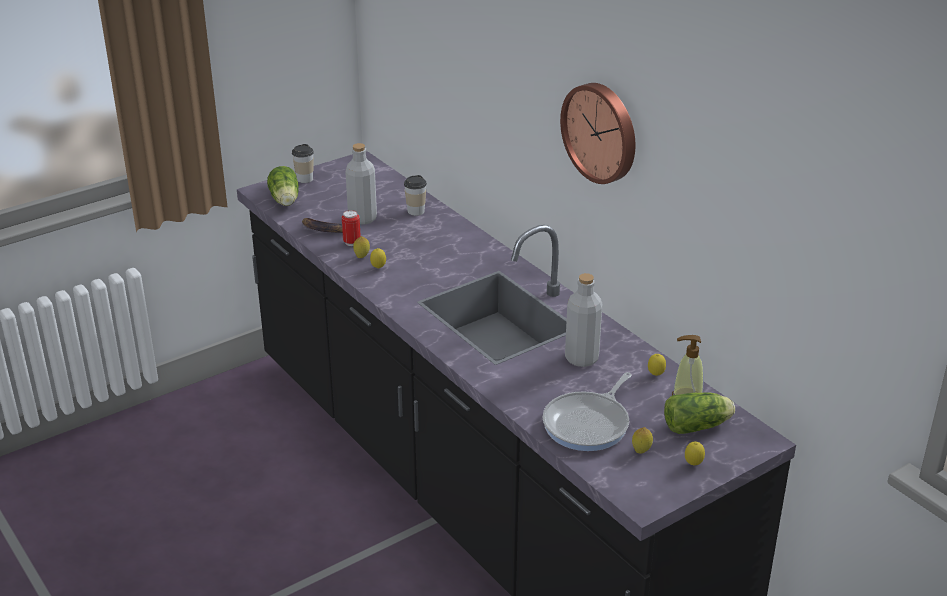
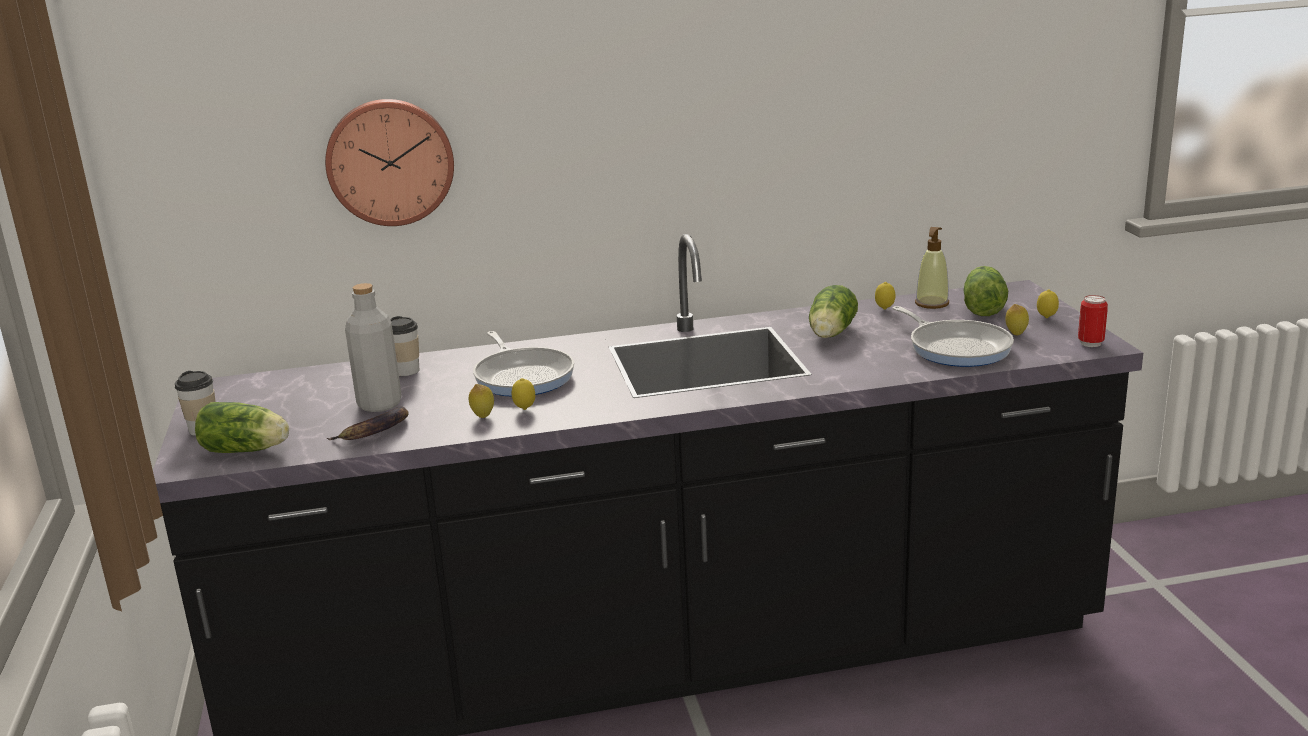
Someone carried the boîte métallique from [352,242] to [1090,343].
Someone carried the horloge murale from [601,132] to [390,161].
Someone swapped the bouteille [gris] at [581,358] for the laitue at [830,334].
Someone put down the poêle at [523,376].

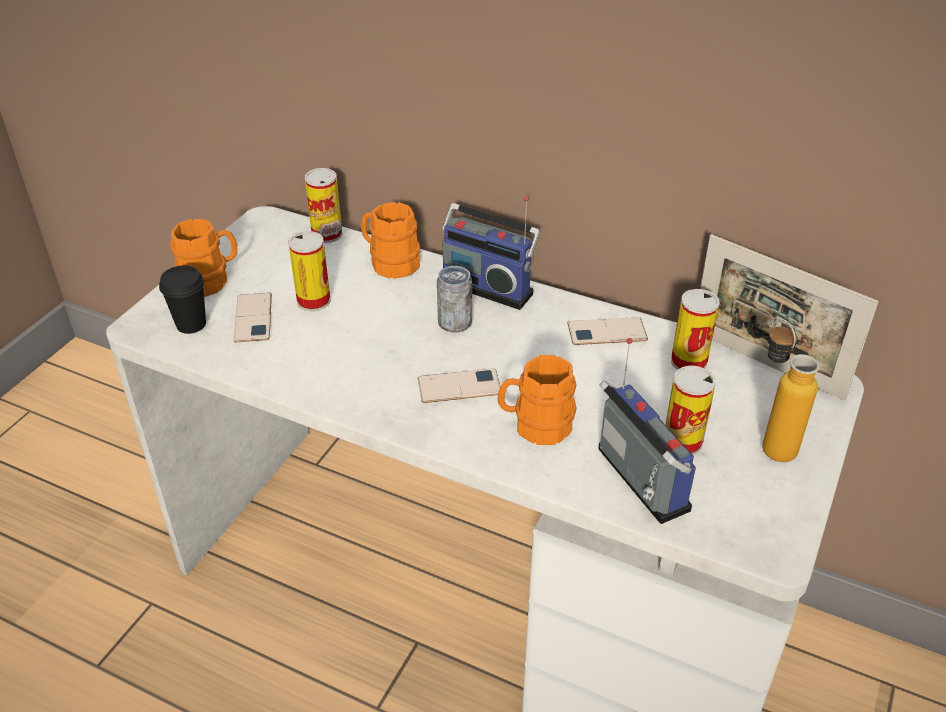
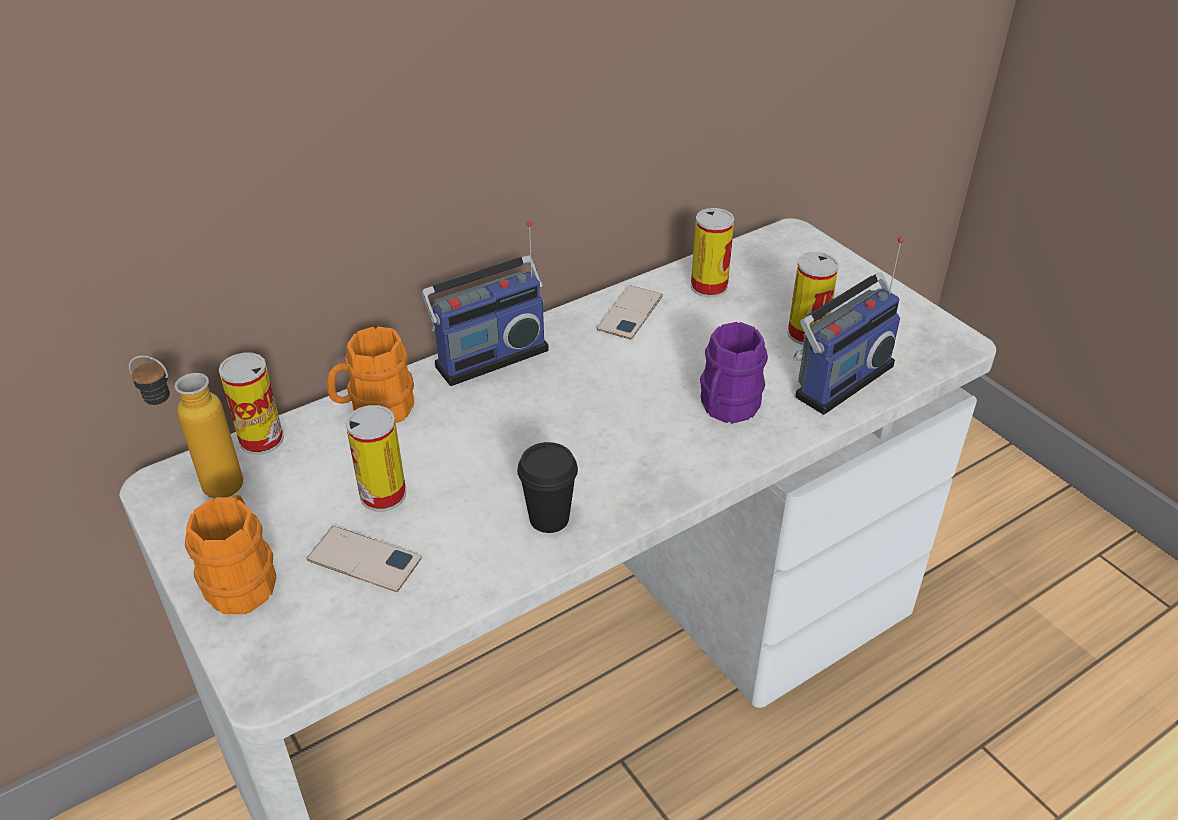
Someone carried the tasse [noir] from [191,324] to [549,518].
Someone took away the téléphone at [459,386].
Someone took away the boîte métallique at [455,323].
Someone repainted the mug [orange] at [535,425], which became the mug [violet] at [726,408].
Someone rotated the radio at [637,482] by 135 degrees clockwise.
Someone took away the cadre photo at [765,364].
Someone carried the bouteille from [769,441] to [206,485].

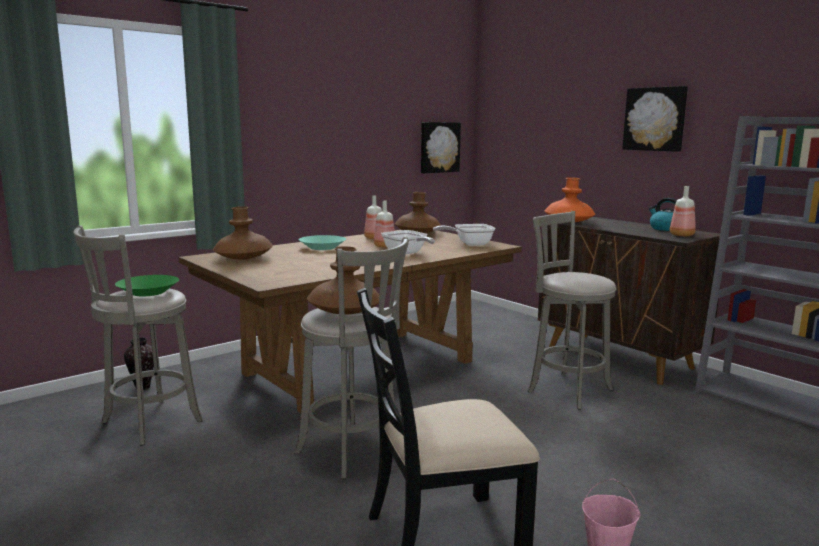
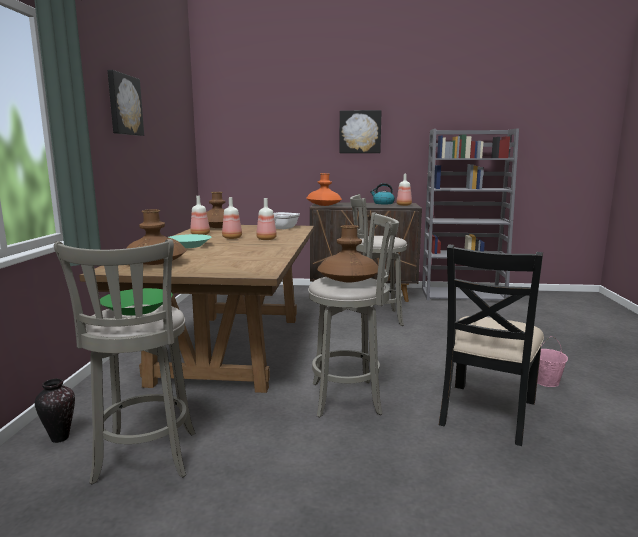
Someone swapped the poêle at [406,253] for the bouteille at [267,239].
Someone carried the tableau from [439,147] to [124,105].

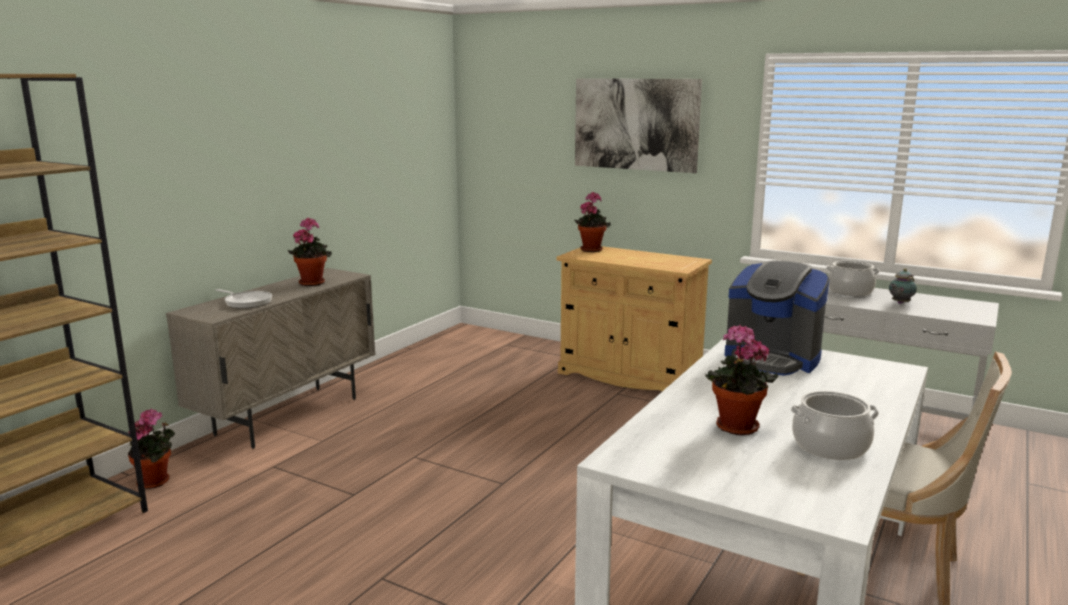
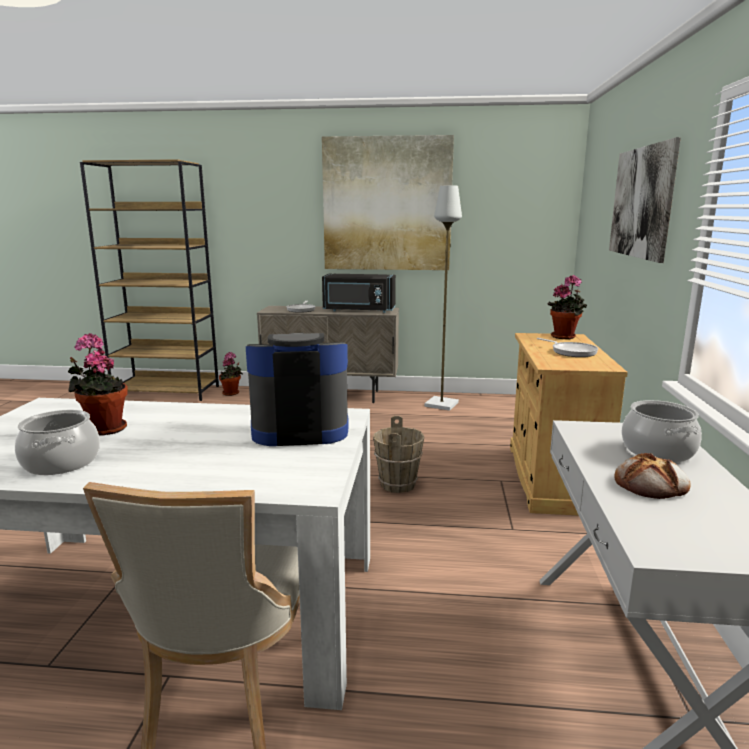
Someone swapped the plante en pot at [312,282] for the micro-ondes [noir] at [358,310].
Someone rotated the machine à café at [772,359] by 75 degrees clockwise.
Someone swapped the théière at [899,303] for the pain at [651,484].
Someone put up the tableau at [387,204].
Someone put down the seau [marron] at [398,485].
Someone put down the lampadaire [gris] at [442,404].
Someone put down the poêle at [571,352].

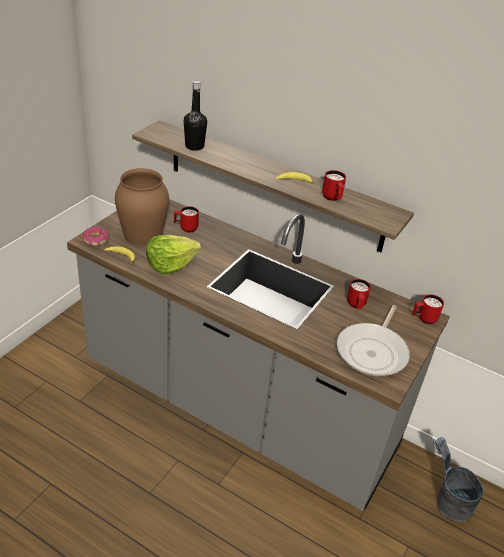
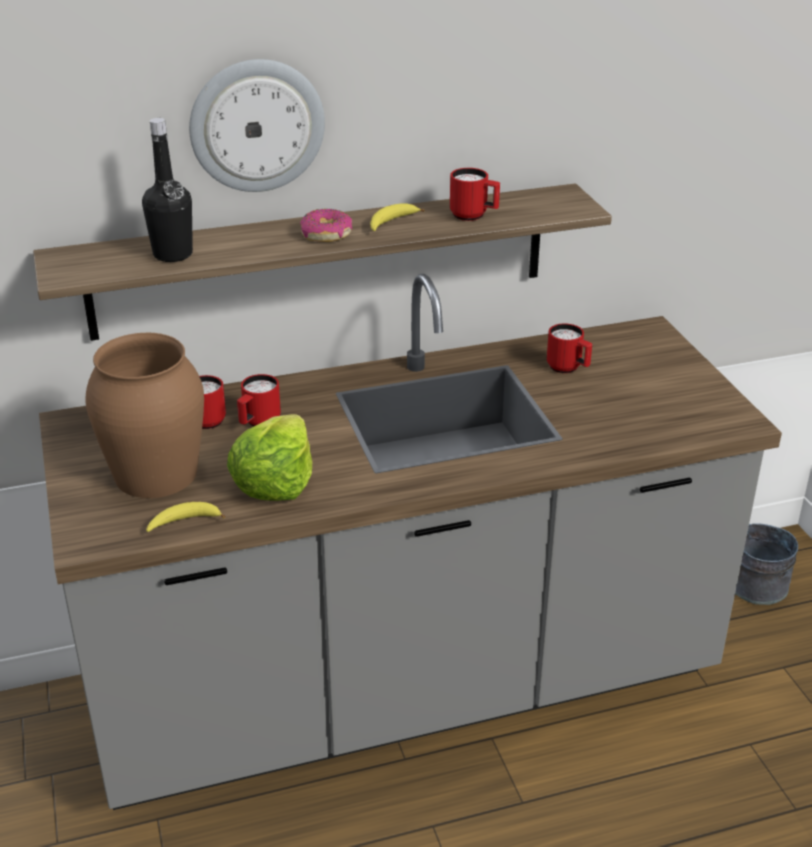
Someone carried the beignet from [95,240] to [327,234].
Someone took away the poêle at [373,351].
Someone carried the mug [rouge] from [424,319] to [258,423].
Someone put up the horloge murale at [257,125].

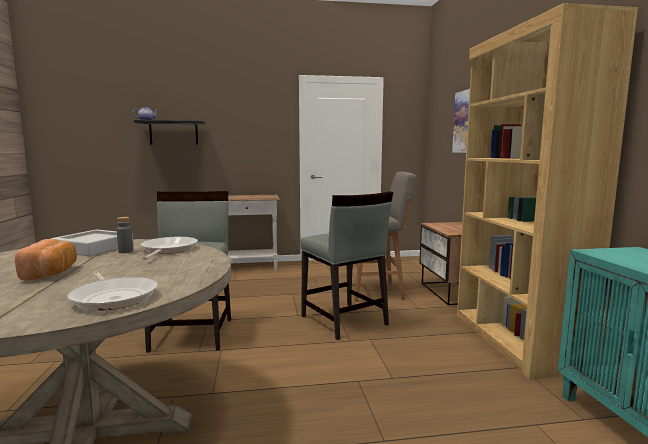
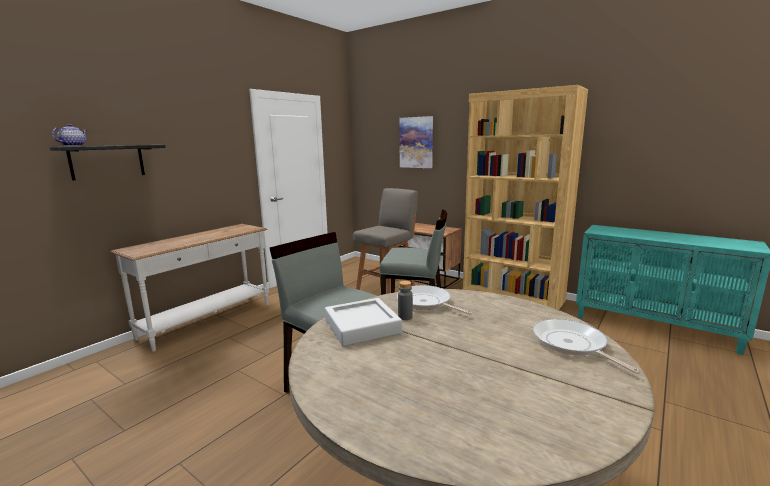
Someone took away the pain at [52,273].
Someone rotated the poêle at [114,297] by 120 degrees counterclockwise.

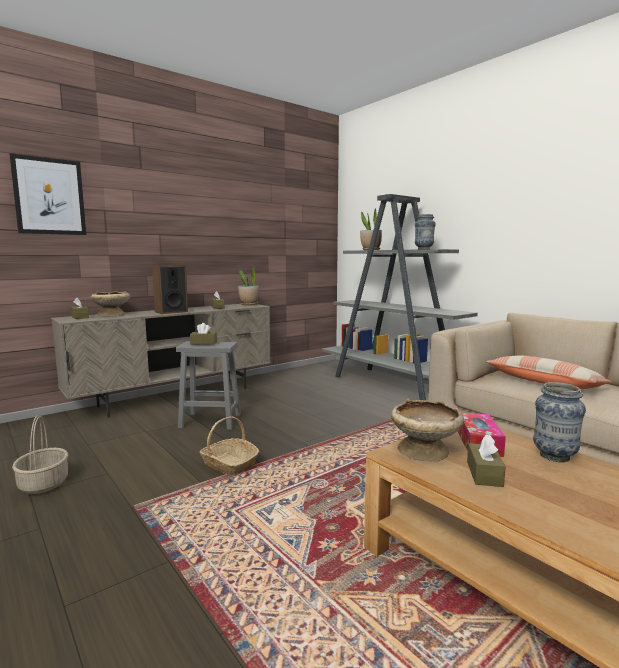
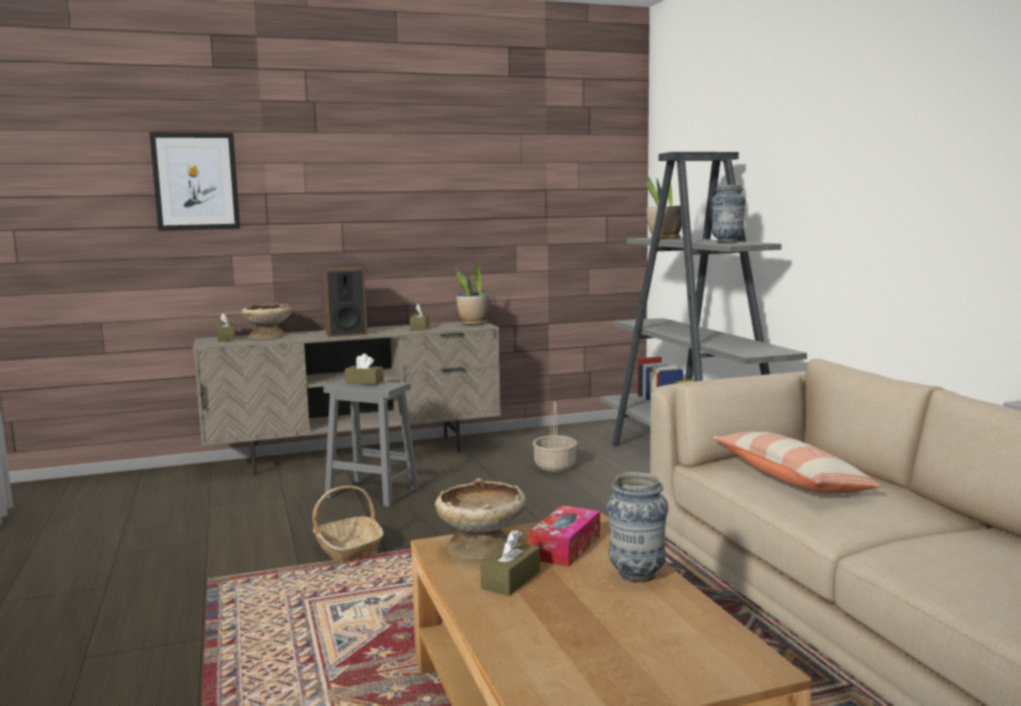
Someone carried the panier from [43,484] to [554,466].

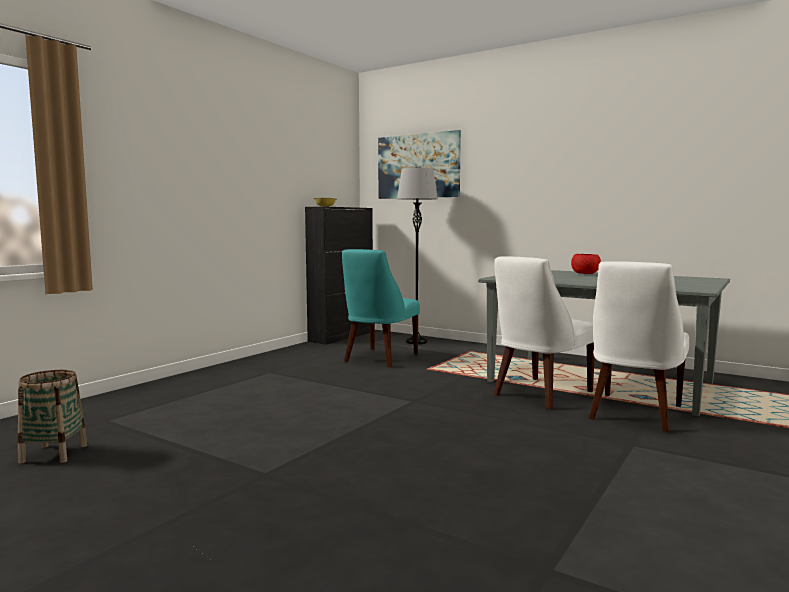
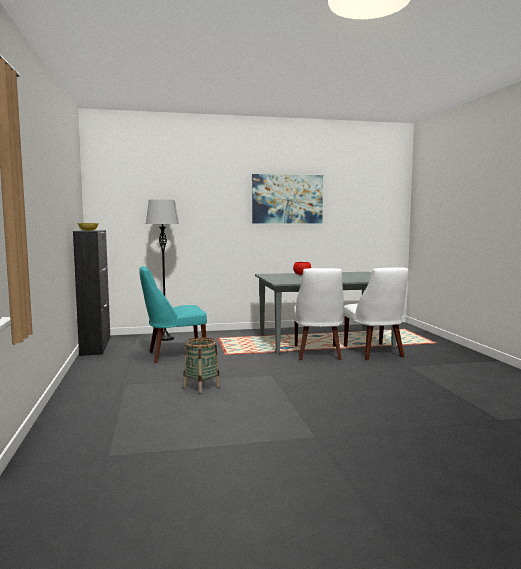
Someone carried the panier from [54,453] to [201,387].
Someone rotated the chaise [turquoise] at [379,358] by 90 degrees clockwise.
Someone carried the tableau from [418,166] to [287,199].

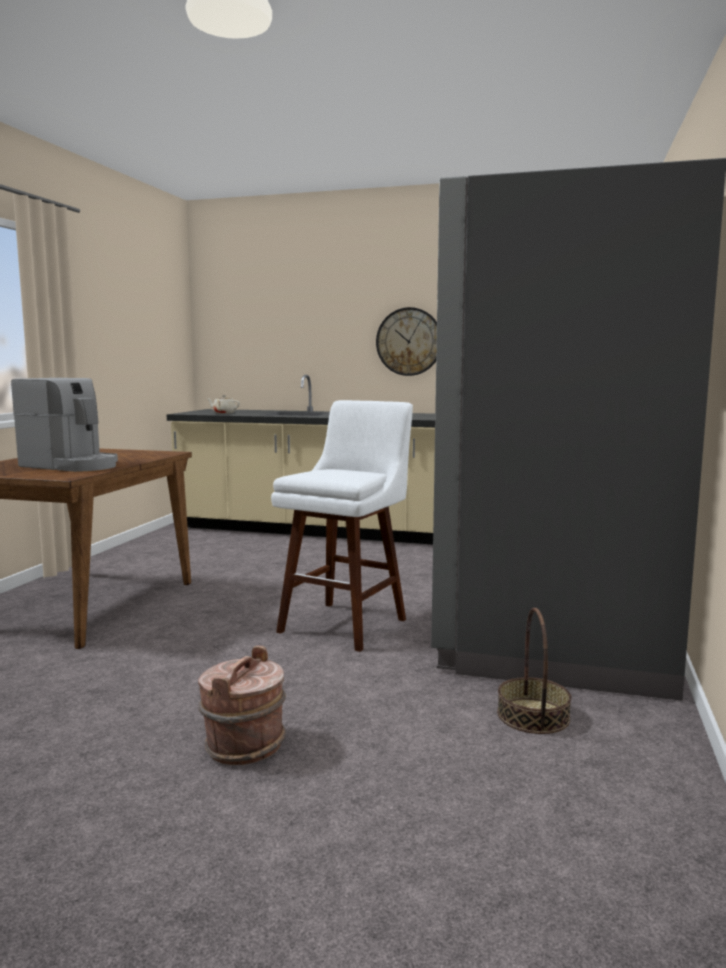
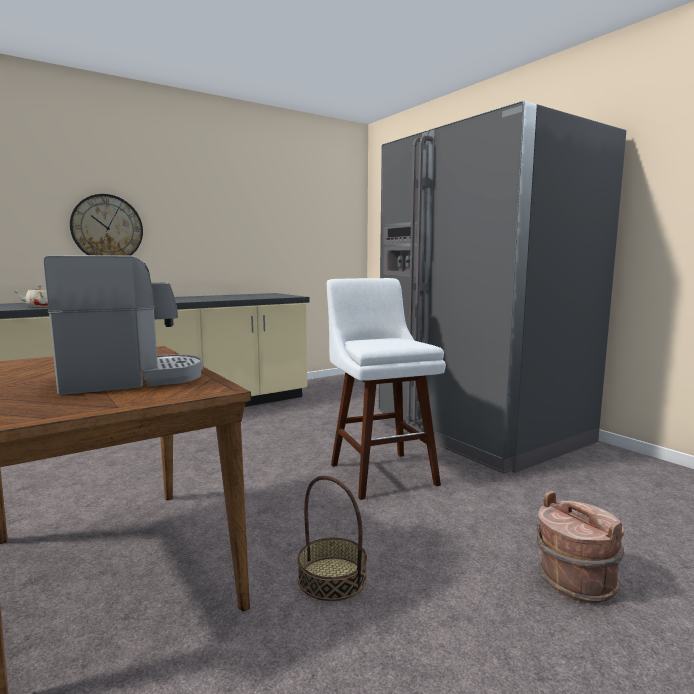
Someone carried the horloge murale from [409,341] to [107,228].
Someone carried the panier from [533,716] to [332,578].

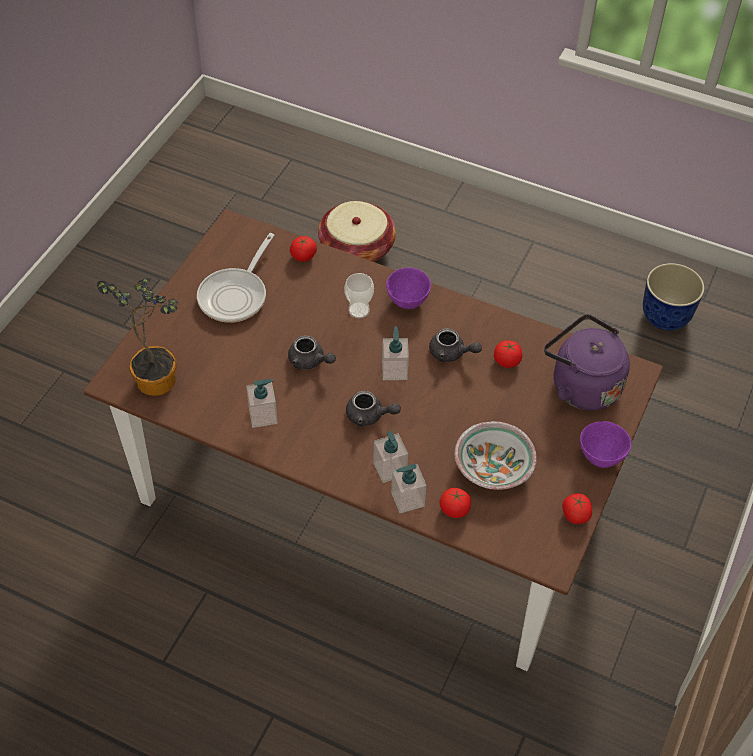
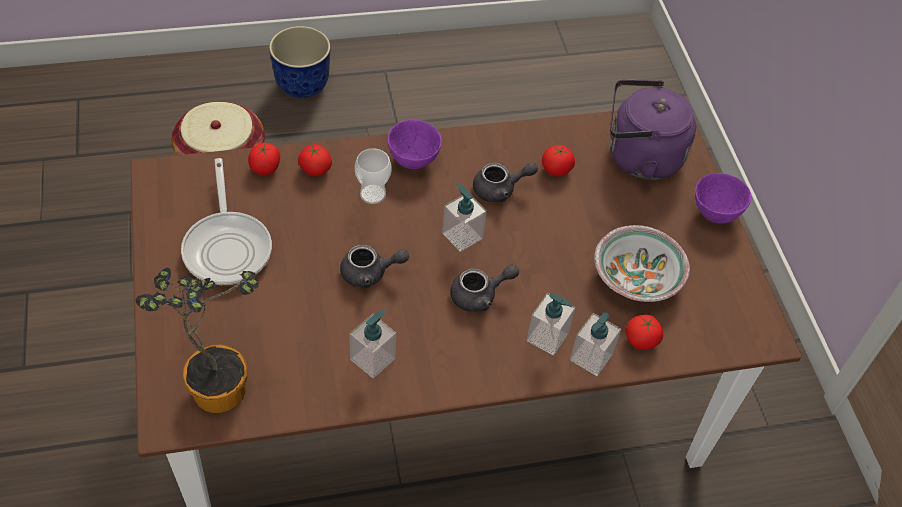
Someone carried the tomate from [575,515] to [315,169].
Someone carried the cache-pot from [664,317] to [301,86].

